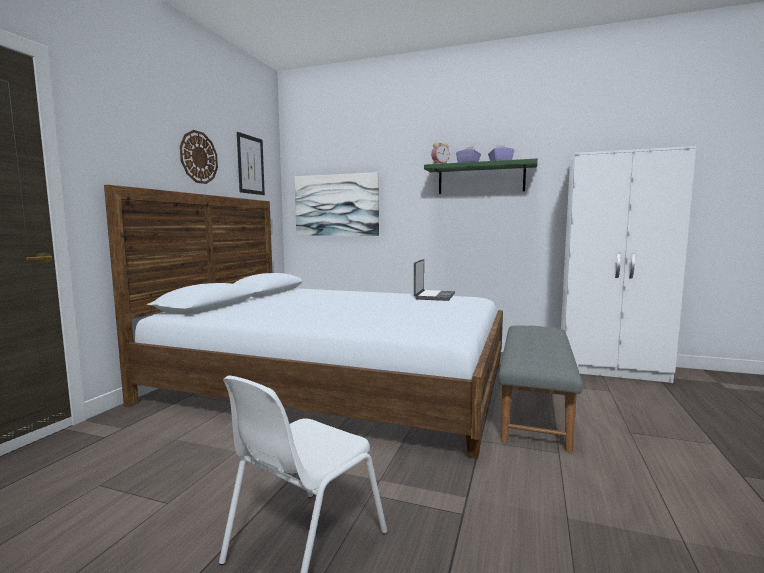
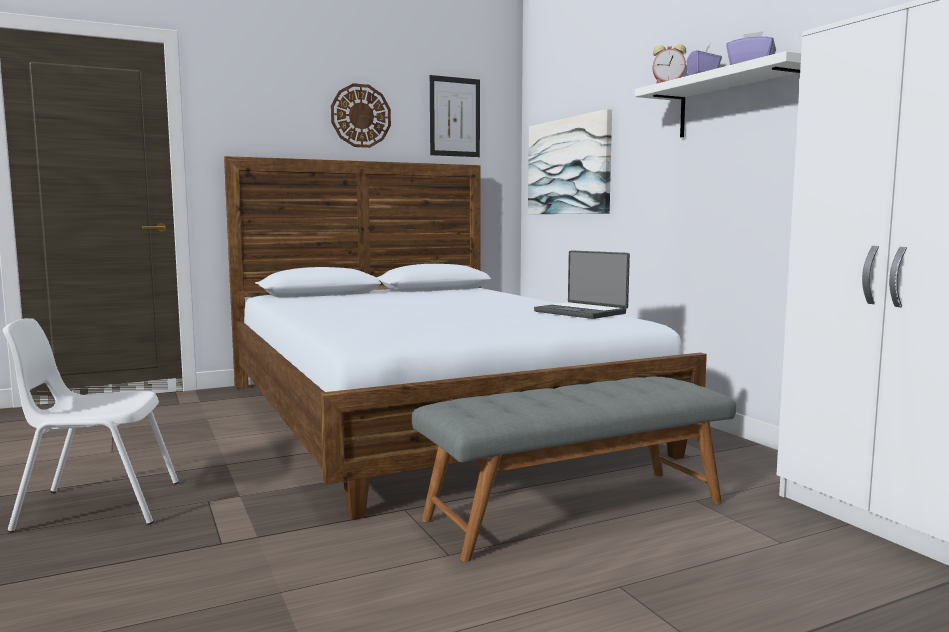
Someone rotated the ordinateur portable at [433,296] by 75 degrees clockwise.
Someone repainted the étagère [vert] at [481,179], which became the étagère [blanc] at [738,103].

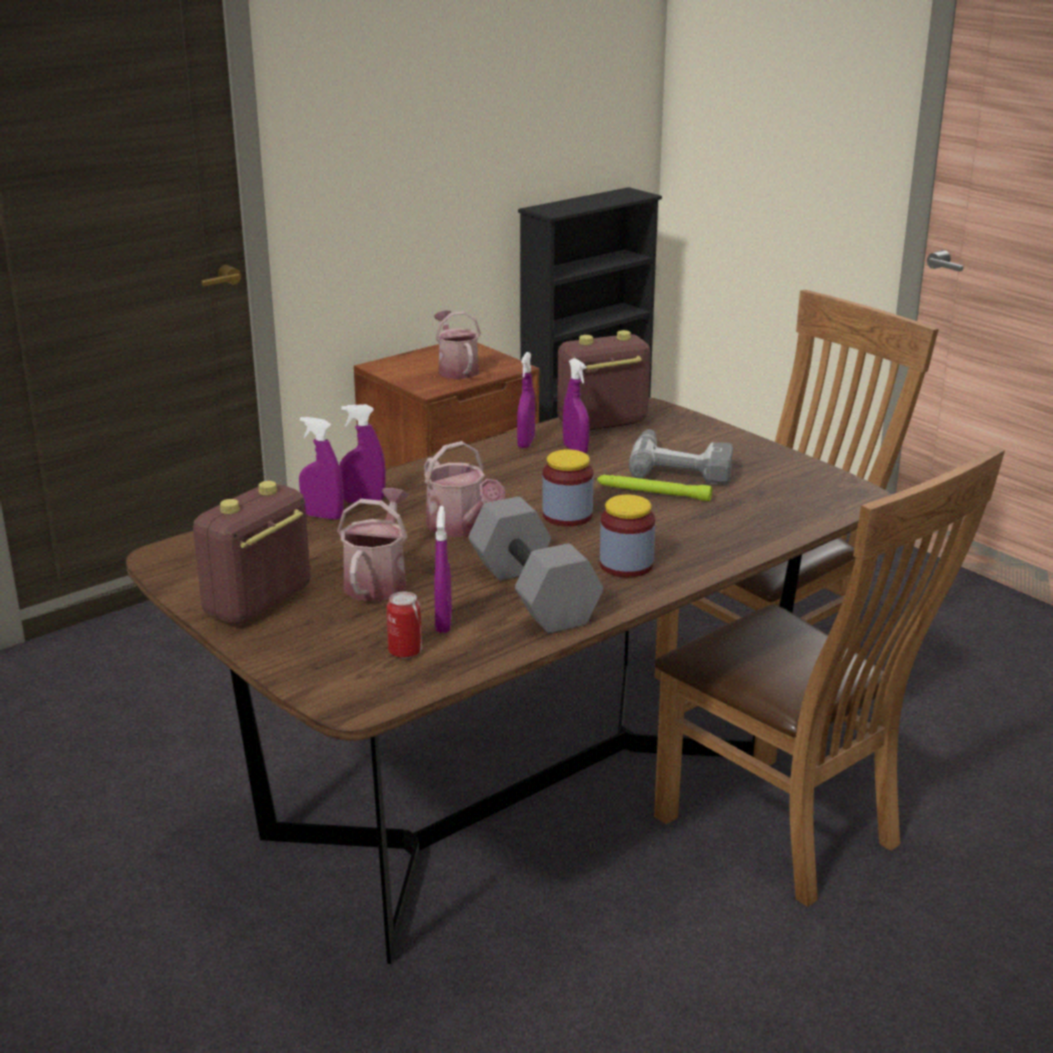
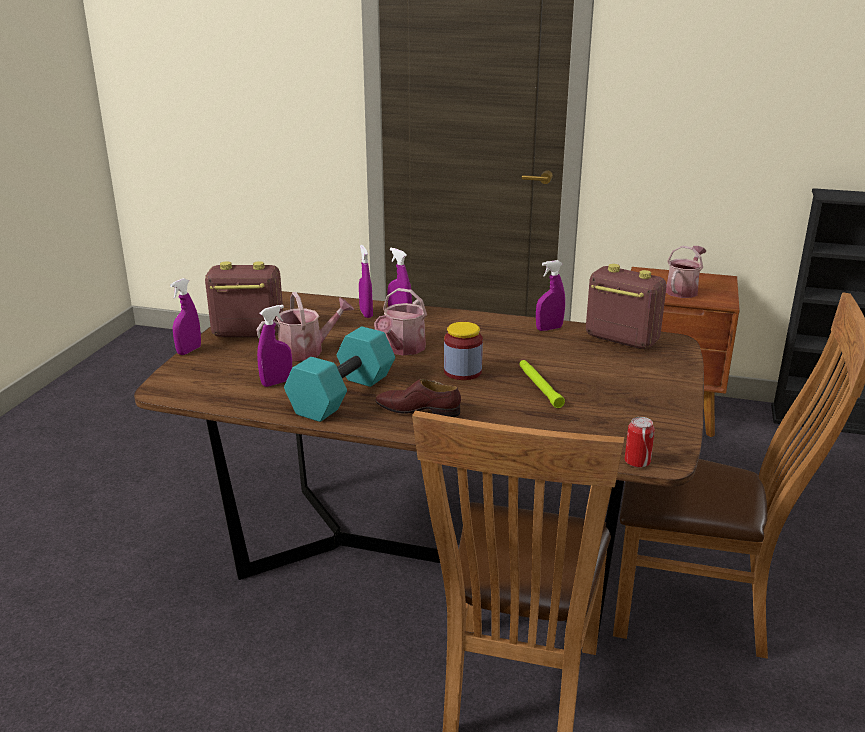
Someone carried the boîte métallique from [405,651] to [637,462].
Someone repainted the haltère [gris] at [536,594], which became the haltère [turquoise] at [343,395].
Someone carried the vaporisateur [violet] from [575,450] to [189,351].
Someone swapped the bocal at [626,565] for the chaussure [marron] at [418,410].
Someone took away the perceuse at [681,466].

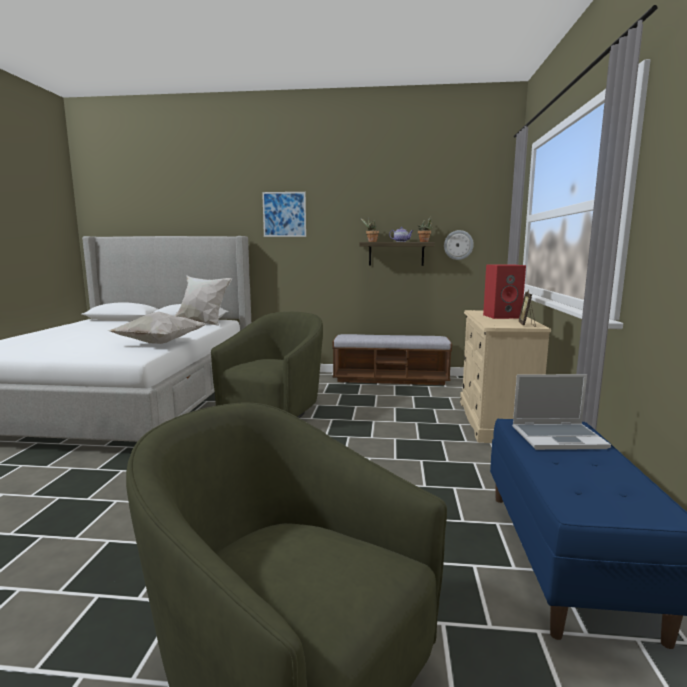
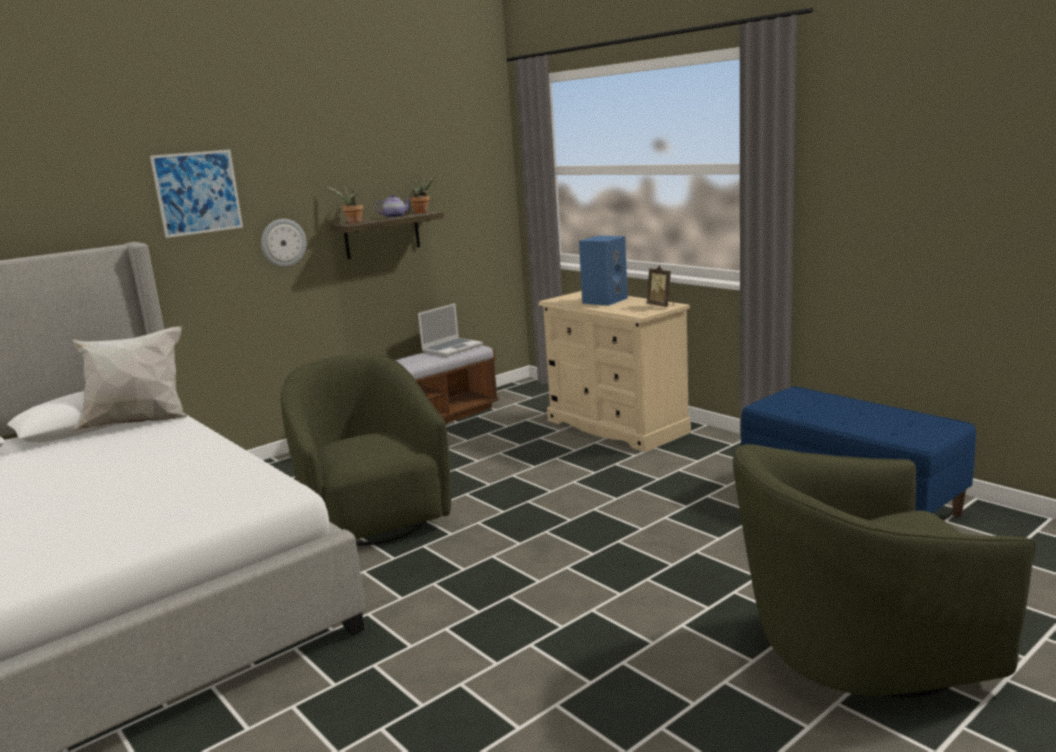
Someone took away the coussin [blanc] at [159,343].
Someone carried the horloge murale from [458,245] to [283,242].
Someone repainted the enceinte [rouge] at [502,316], which became the enceinte [bleu] at [604,300].
Someone carried the ordinateur portable from [558,437] to [452,348].

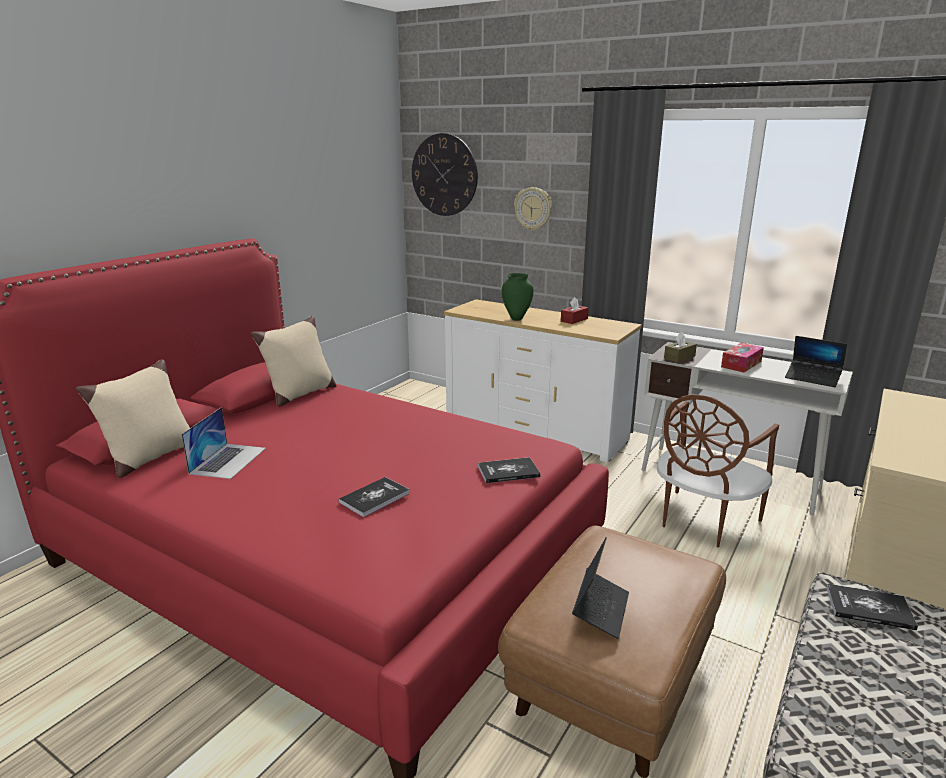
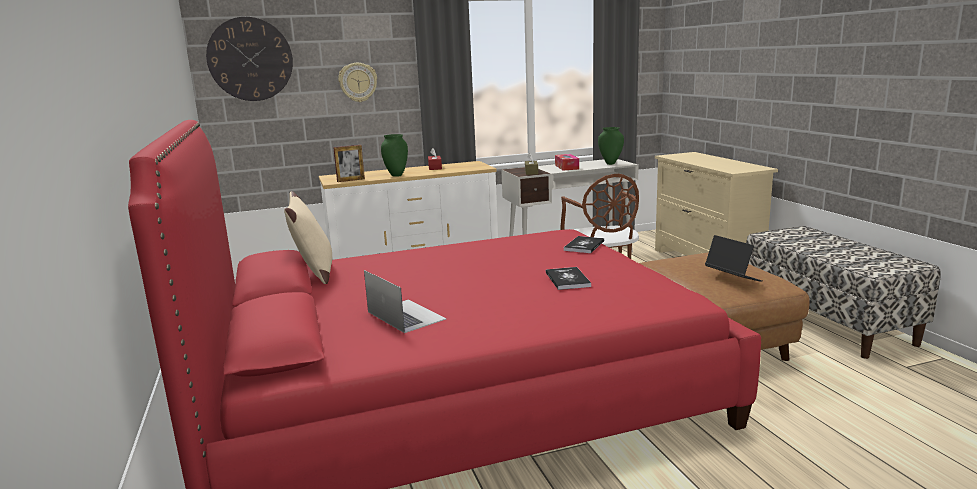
Someone took away the coussin [beige] at [150,458].
Someone swapped the ordinateur portable at [812,378] for the vase [vert] at [610,163].
Someone took away the livre at [869,608].
Someone put down the cadre photo at [351,180].

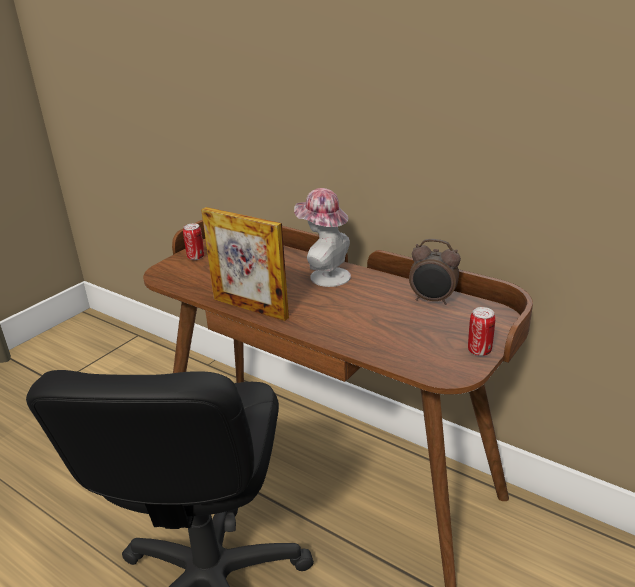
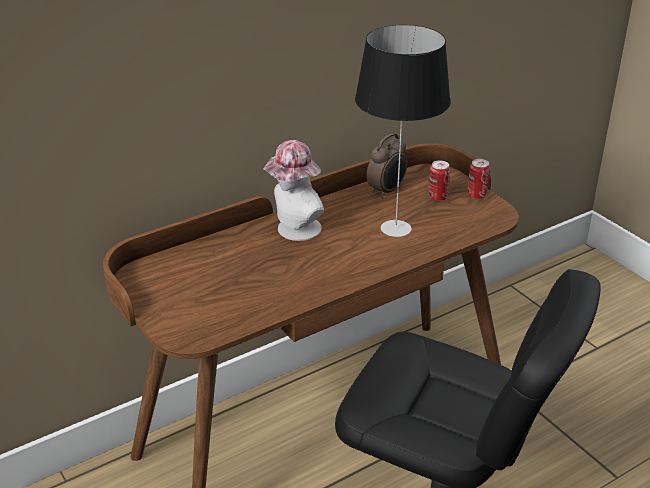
Someone carried the boîte métallique from [196,257] to [437,197].
Someone took away the cadre photo at [250,308].
Someone put down the lampe de table at [395,229].

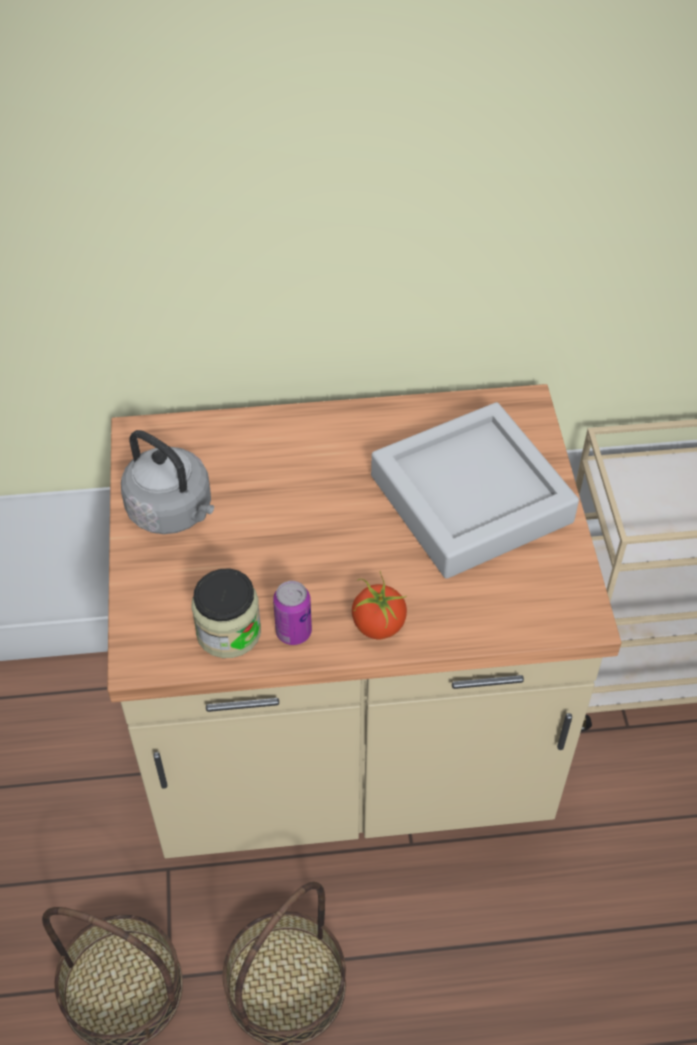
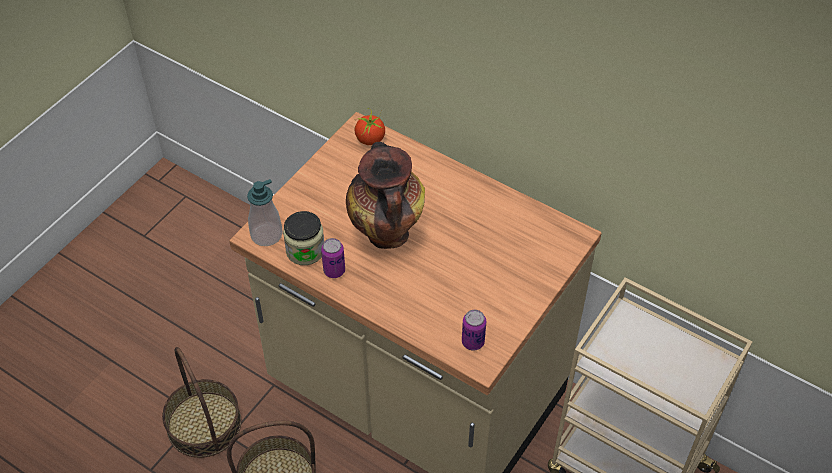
Someone took away the bouilloire [gris] at [173,512].
Someone carried the tomate from [378,625] to [370,139].
Someone took away the plateau [gris] at [471,499].
Someone put down the distributeur de savon at [266,235].
Someone put down the vase at [386,234].
Someone put down the boîte métallique at [473,342].

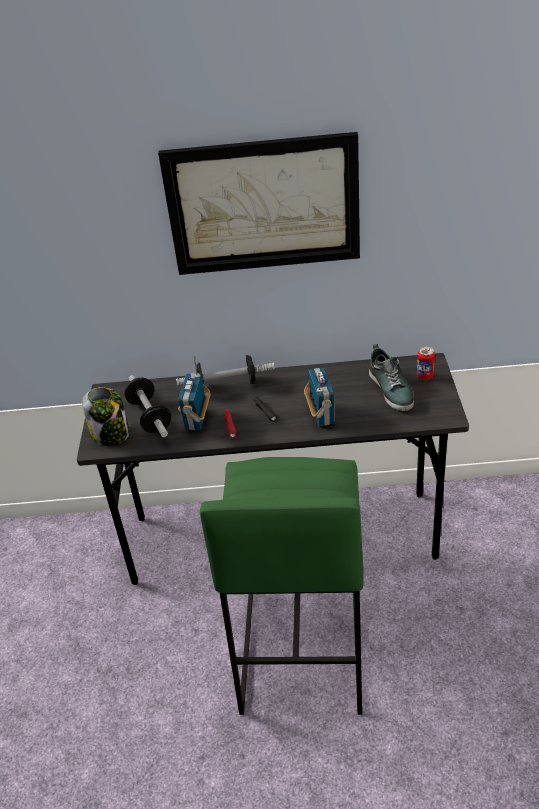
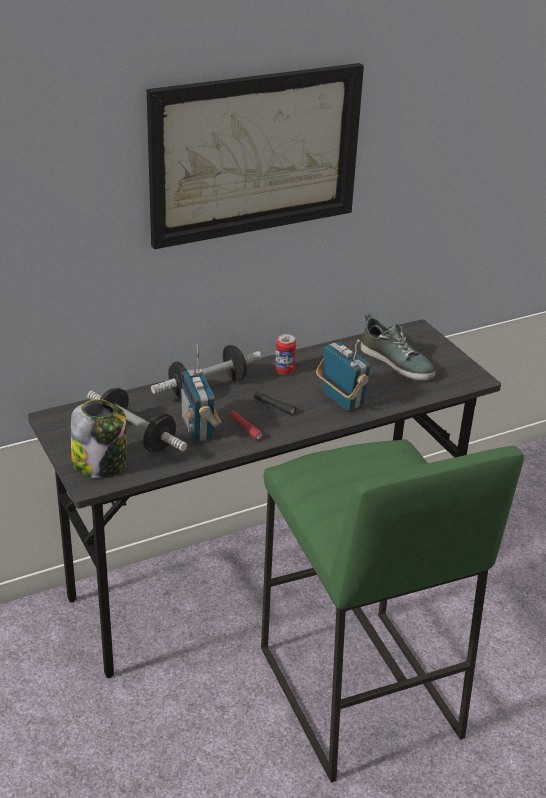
Someone carried the boîte métallique from [425,376] to [284,371].

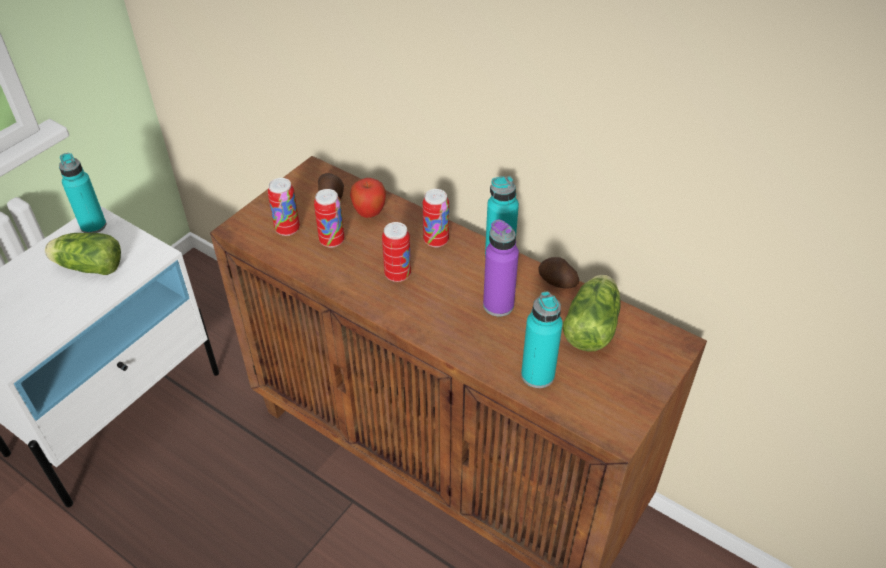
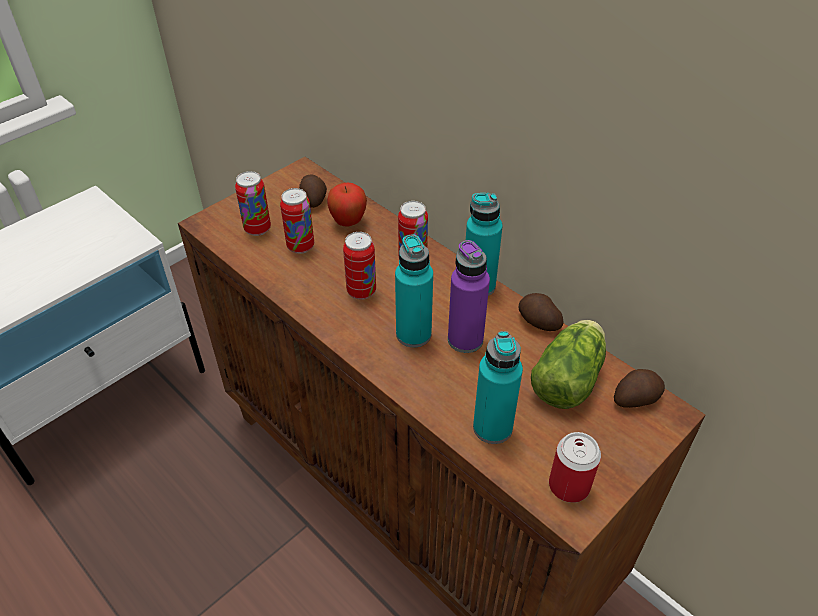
Someone took away the laitue at [87,266].
Someone carried the bouteille [turquoise] from [93,226] to [413,334].
Someone put down the boîte métallique at [569,485].
Someone put down the pomme de terre at [635,398].

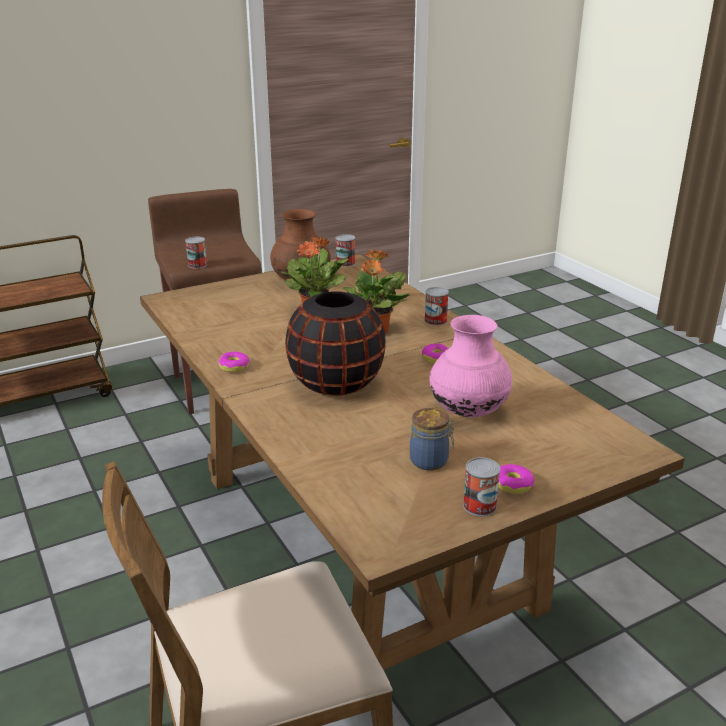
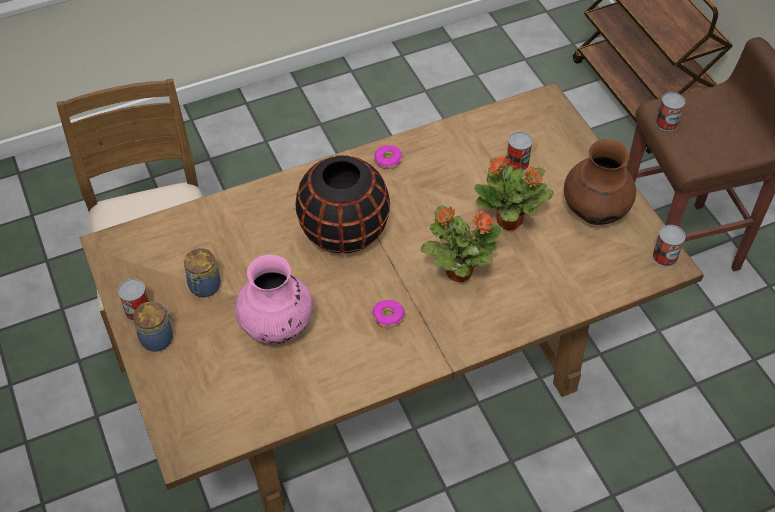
Someone carried the boîte métallique from [435,320] to [517,163].
Someone swapped the beignet at [513,484] for the bocal at [158,338].

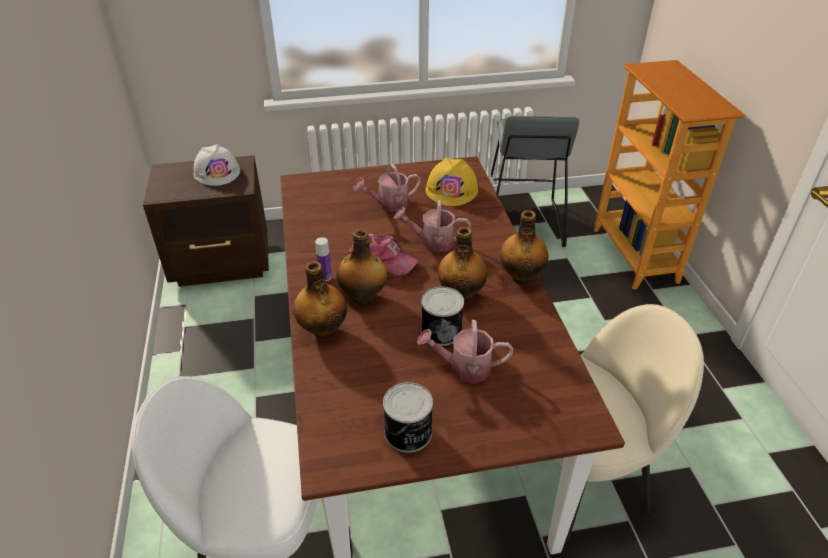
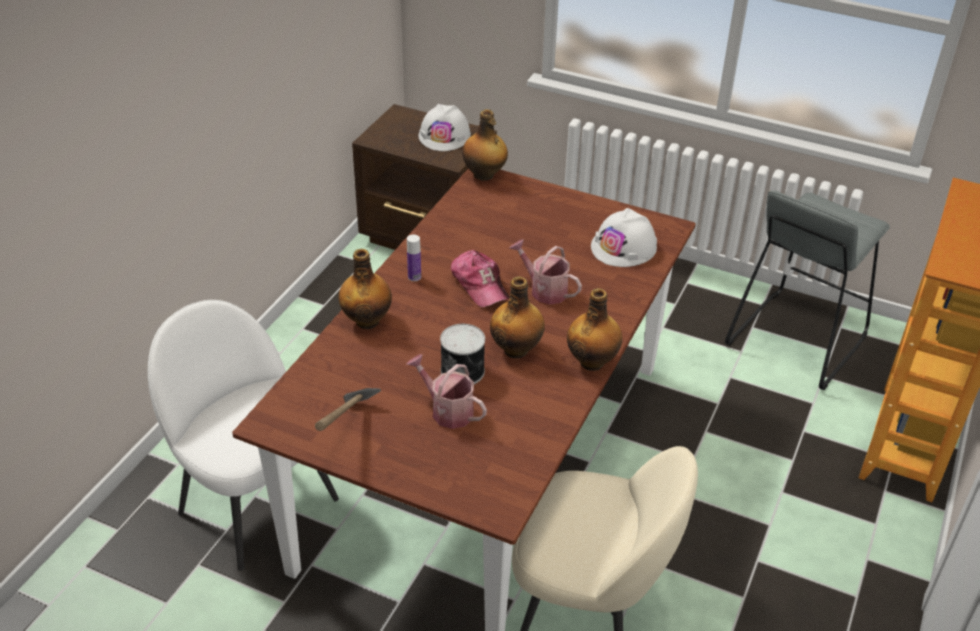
Someone carried the bouteille from [363,296] to [484,175].
Someone took away the arrosoir at [389,204].
Someone swapped the boîte métallique at [408,433] for the marteau at [348,433].
Someone repainted the casque de chantier [jaune] at [452,190], which became the casque de chantier [blanc] at [624,247].

